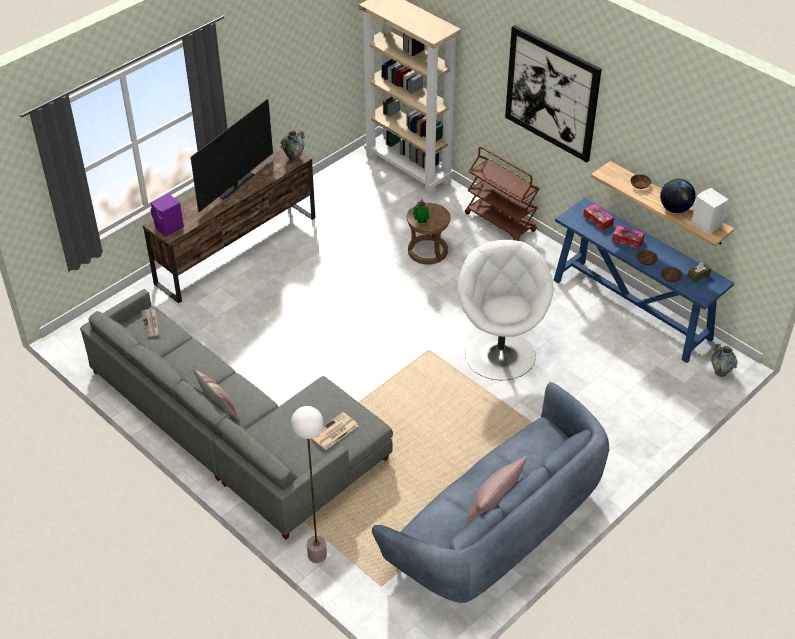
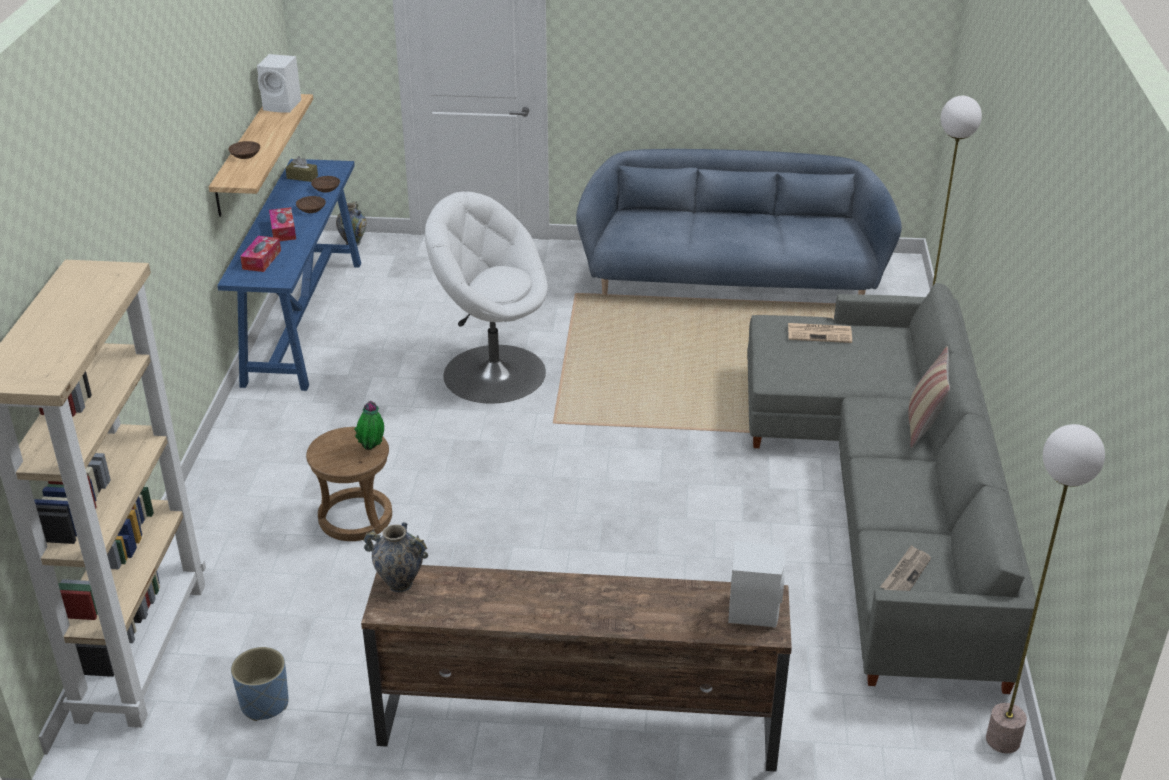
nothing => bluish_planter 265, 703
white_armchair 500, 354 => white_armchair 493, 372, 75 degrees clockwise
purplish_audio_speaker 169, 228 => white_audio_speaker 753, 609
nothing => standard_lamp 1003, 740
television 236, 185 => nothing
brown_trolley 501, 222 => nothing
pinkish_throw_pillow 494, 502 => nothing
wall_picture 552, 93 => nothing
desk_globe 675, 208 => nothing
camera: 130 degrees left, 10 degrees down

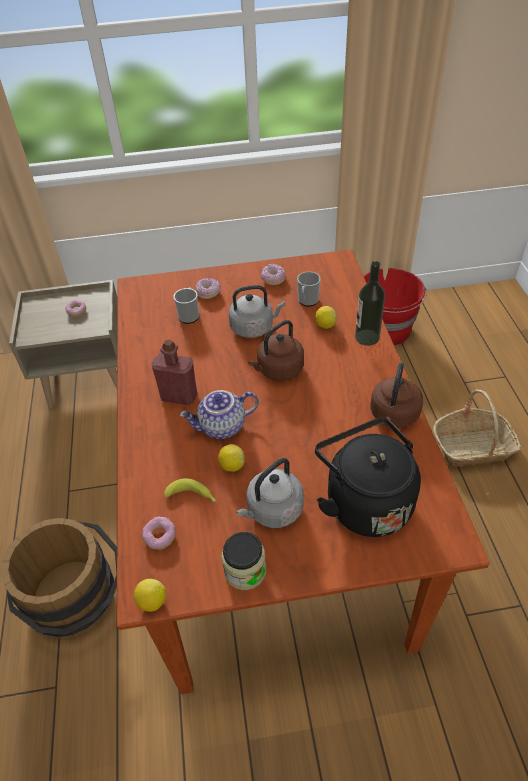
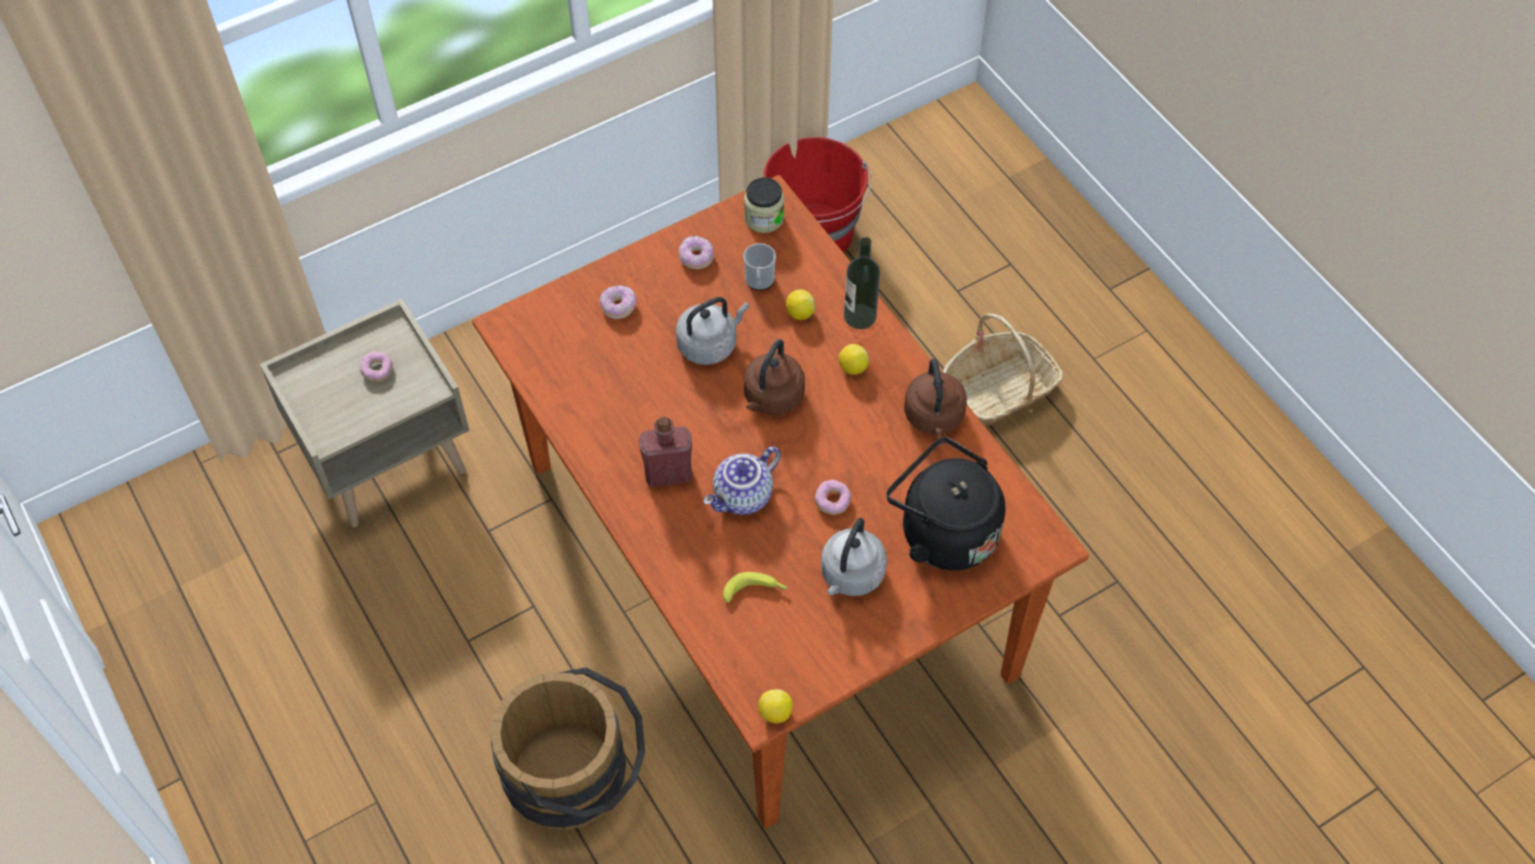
preserve_jar 245, 571 => preserve_jar 764, 218, shifted
ring_doughnut 160, 537 => ring_doughnut 832, 502, shifted
whole_lemon 232, 465 => whole_lemon 852, 367, shifted
tea_mug 189, 315 => nothing
camera: 25 degrees left, 10 degrees up

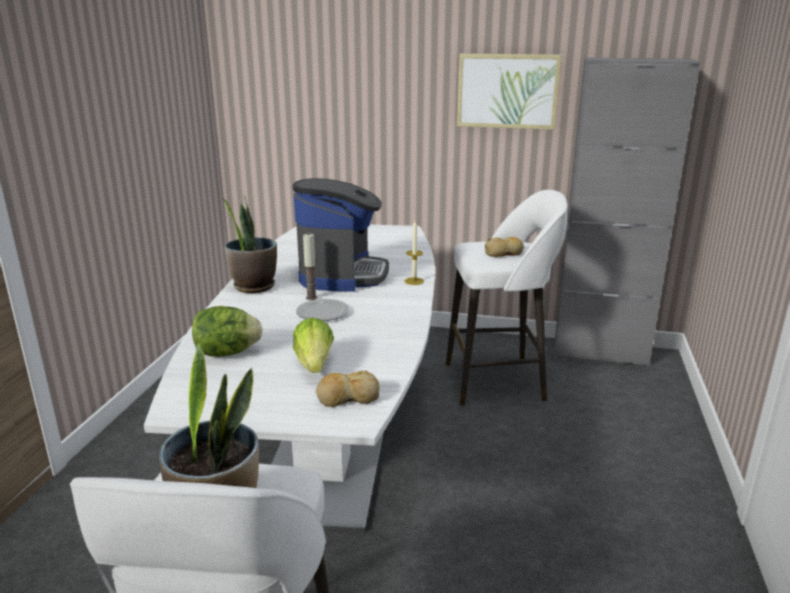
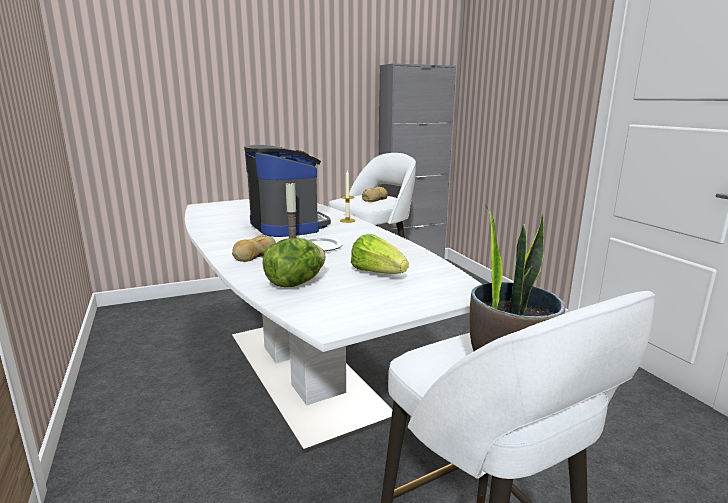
bread 347, 397 => bread 254, 256, shifted
houseplant 254, 286 => nothing
wall_picture 507, 91 => nothing
camera: 35 degrees left, 5 degrees down

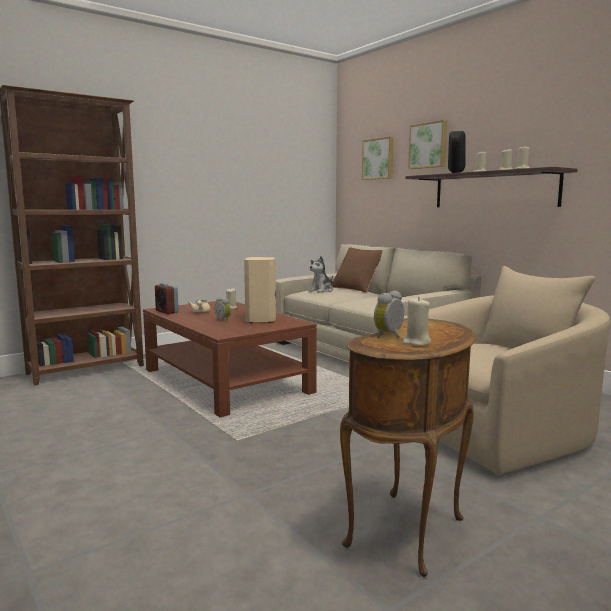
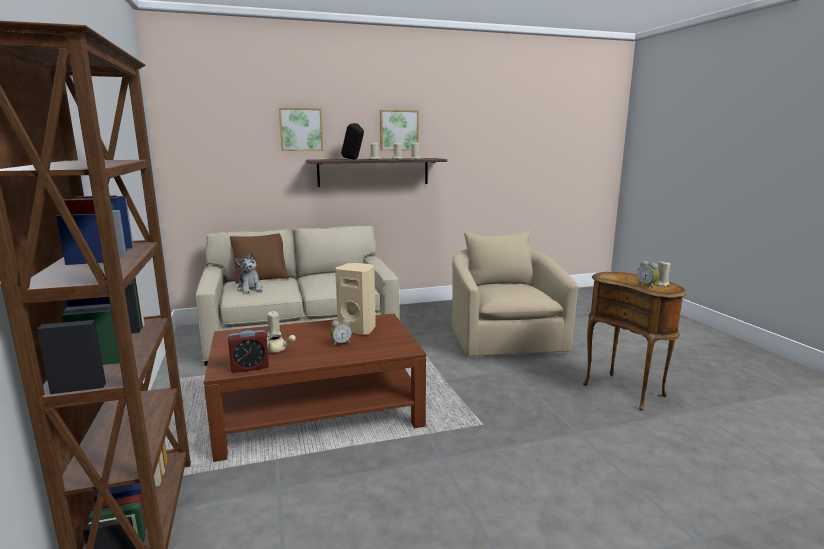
wall_picture 378, 159 => wall_picture 398, 130, shifted
camera: 70 degrees left, 5 degrees up

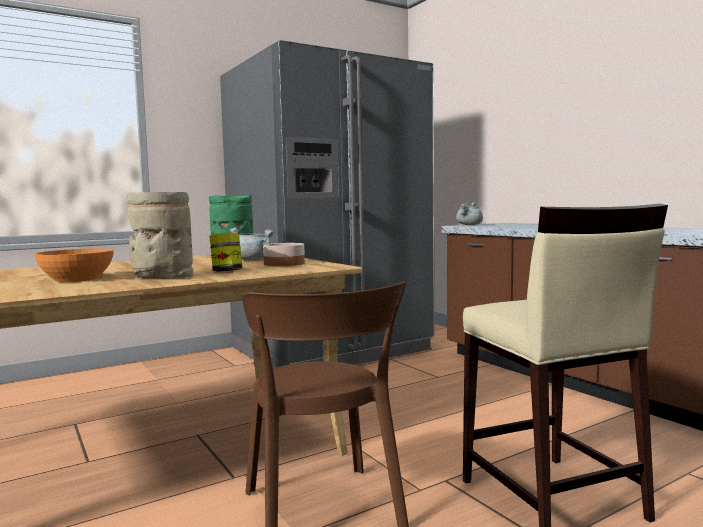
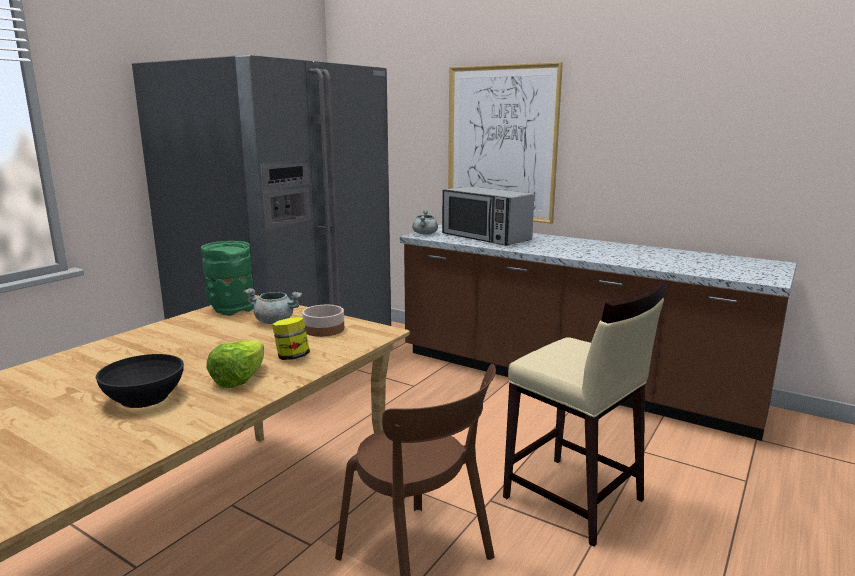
orangey_serving_bowl 77, 279 => black_serving_bowl 145, 398
beige-coloured_flower_vase 162, 277 => head_of_lettuce 240, 379
nothing => kitchen_microwave 485, 237
nothing => wall_picture 501, 143
camera: 25 degrees left, 10 degrees up

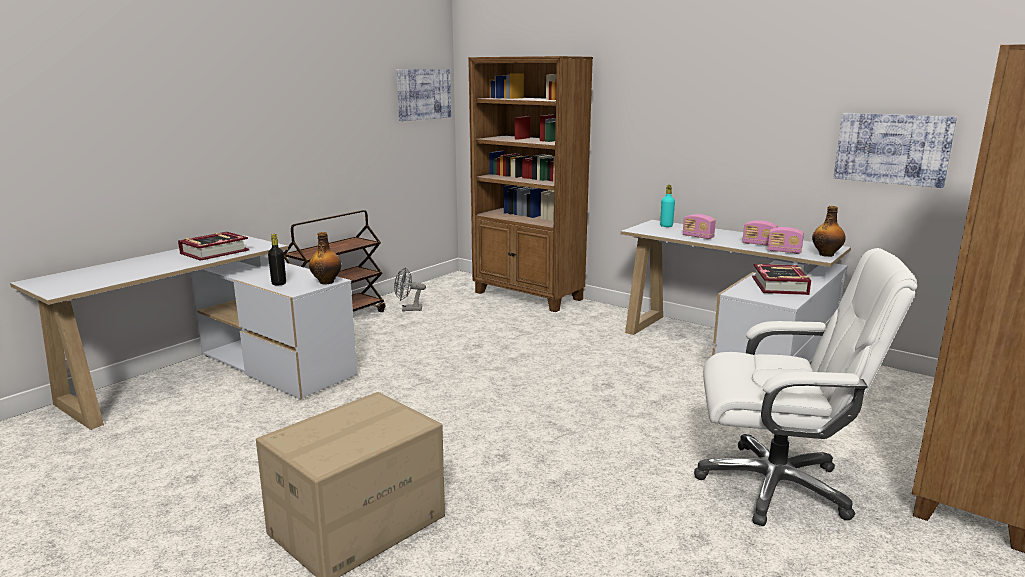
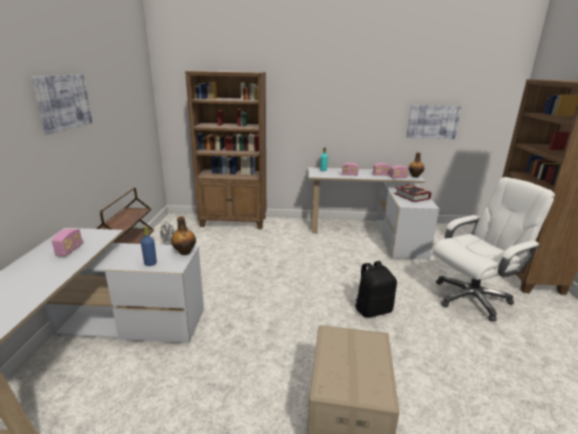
wall_picture 423, 94 => wall_picture 63, 102, shifted
volume 214, 252 => radio 69, 250
black_beverage_bottle 279, 283 => bluish_beverage_bottle 150, 263
nothing => black_knapsack 373, 310
camera: 35 degrees left, 5 degrees up

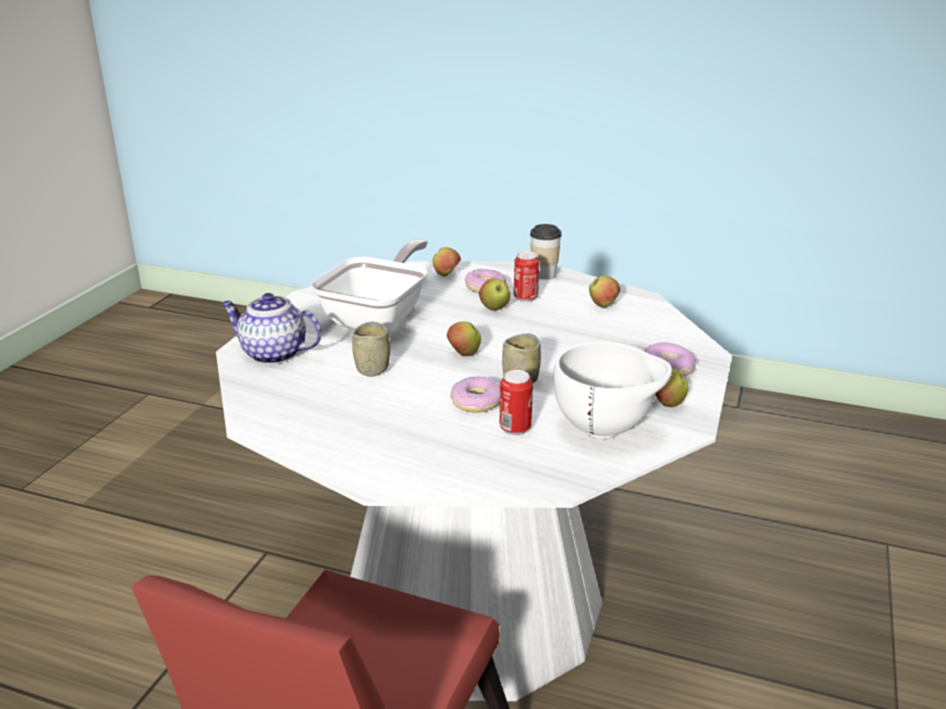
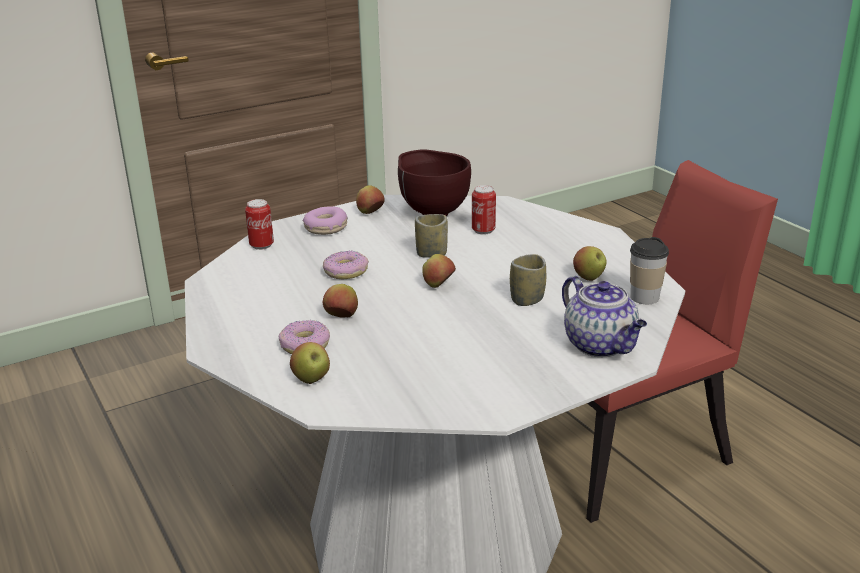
can 525, 298 => can 261, 245, shifted
ring_doughnut 476, 402 => ring_doughnut 345, 271, shifted
white_serving_bowl 607, 431 => brown_serving_bowl 432, 213
apple 603, 305 => apple 589, 278, shifted
small_cup 544, 275 => small_cup 644, 297, shifted
skillet 380, 317 => nothing
camera: 140 degrees left, 0 degrees up

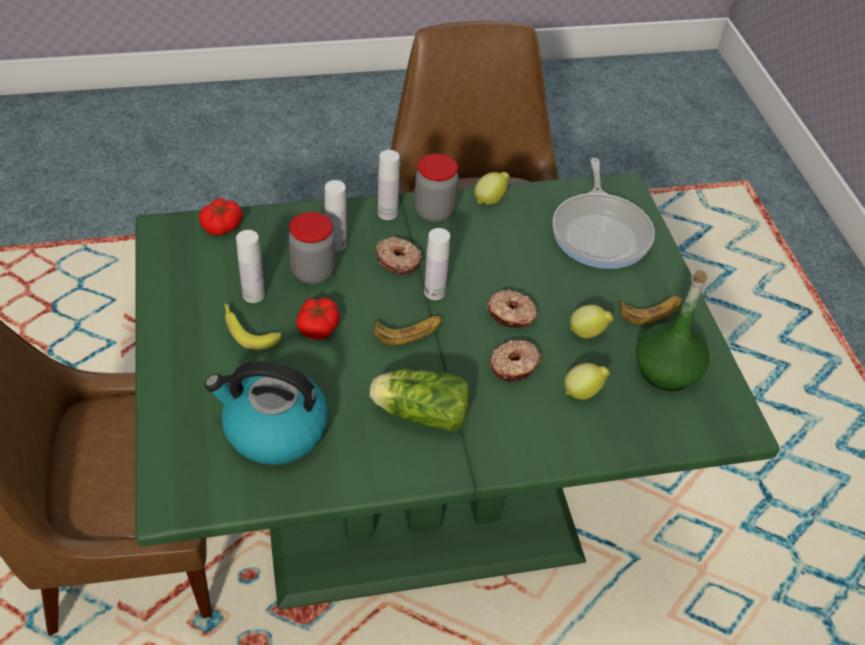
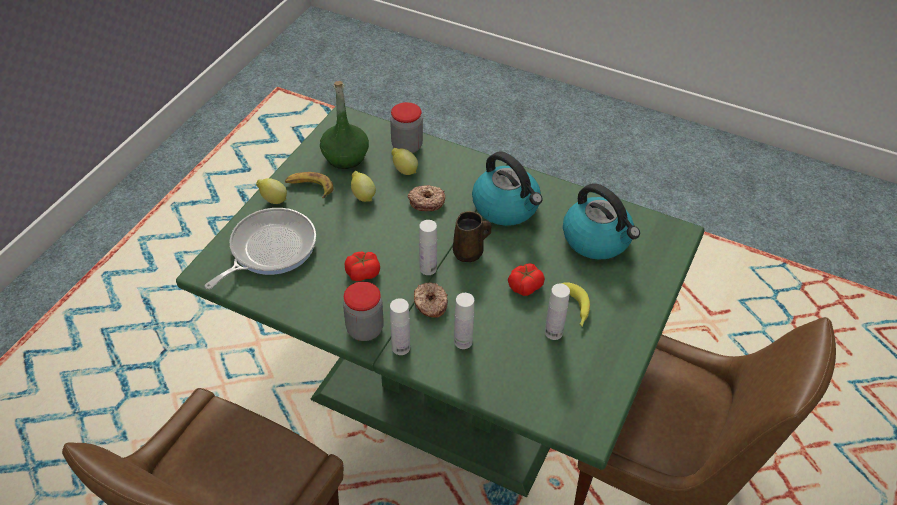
whole_lemon 490, 200 => whole_lemon 273, 200, shifted
fresh_tomato 222, 225 => fresh_tomato 362, 272, shifted
preserve_jar 313, 272 => preserve_jar 407, 146, shifted
whole_banana 408, 331 => brown_tea_mug 469, 252
head_of_lettuce 418, 412 => tea_kettle 507, 207
ring_doughnut 511, 315 => nothing
camera: 140 degrees left, 0 degrees up

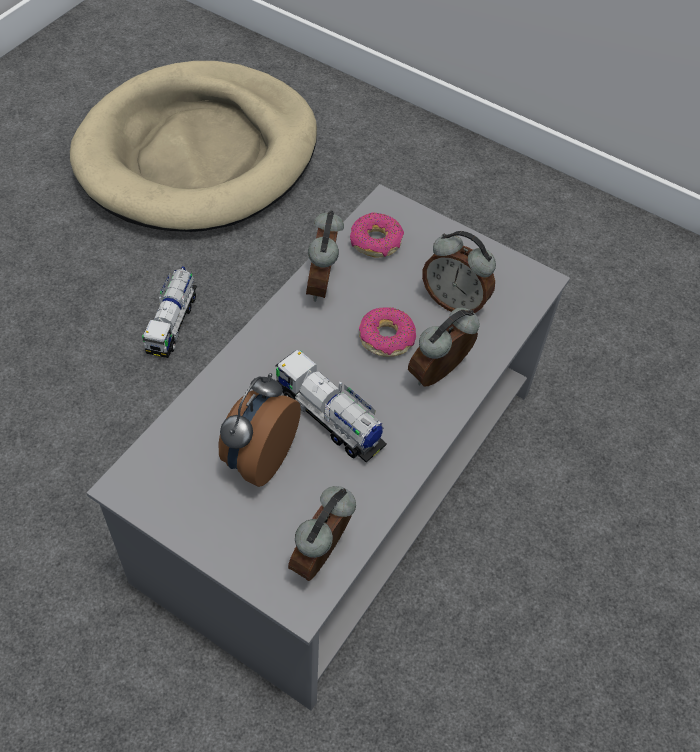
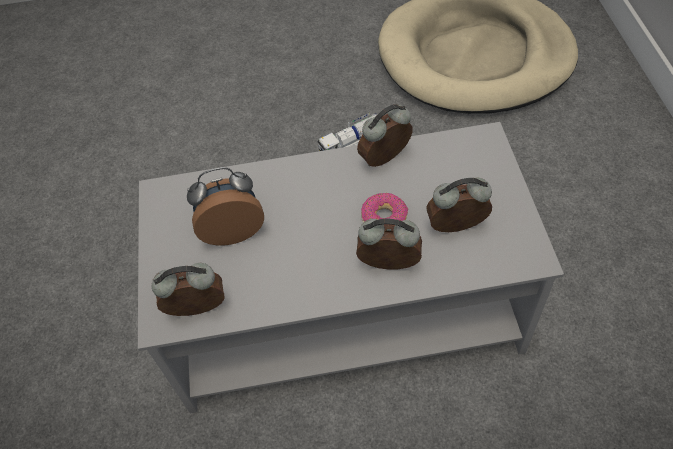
alarm_clock 454, 301 => alarm_clock 457, 229, 90 degrees clockwise
model_truck 329, 418 => nothing
ring_doughnut 376, 242 => nothing
camera: 55 degrees right, 0 degrees up

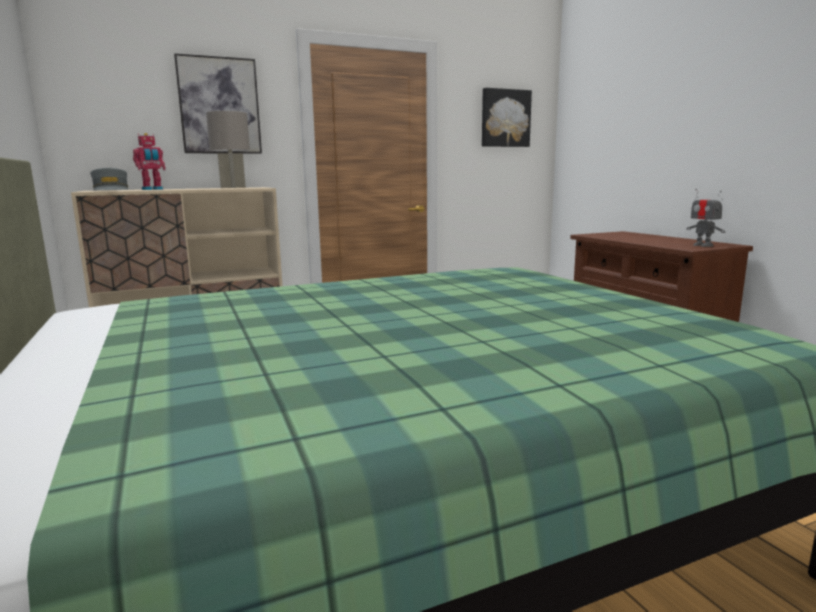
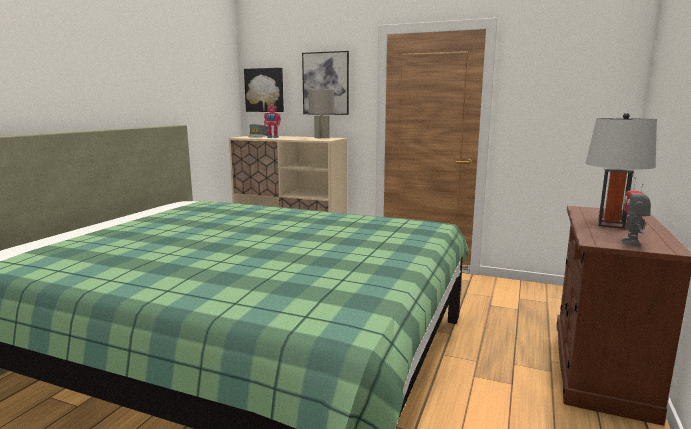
wall_picture 505, 118 => wall_picture 265, 90, shifted
nothing => grey_tabletop_lamp 611, 224
camera: 45 degrees right, 0 degrees up

